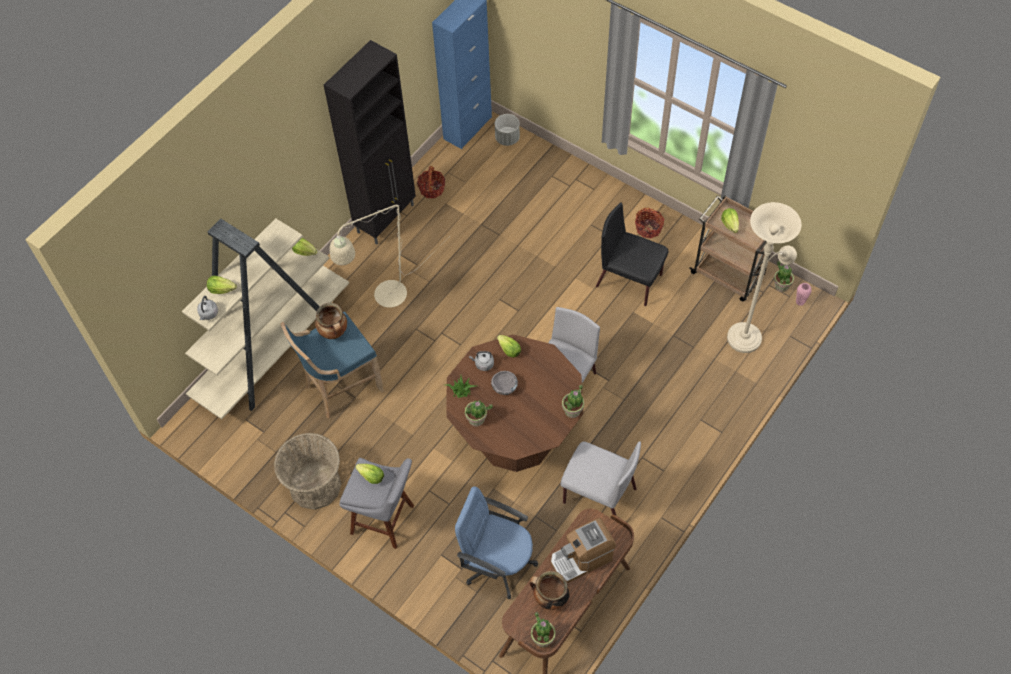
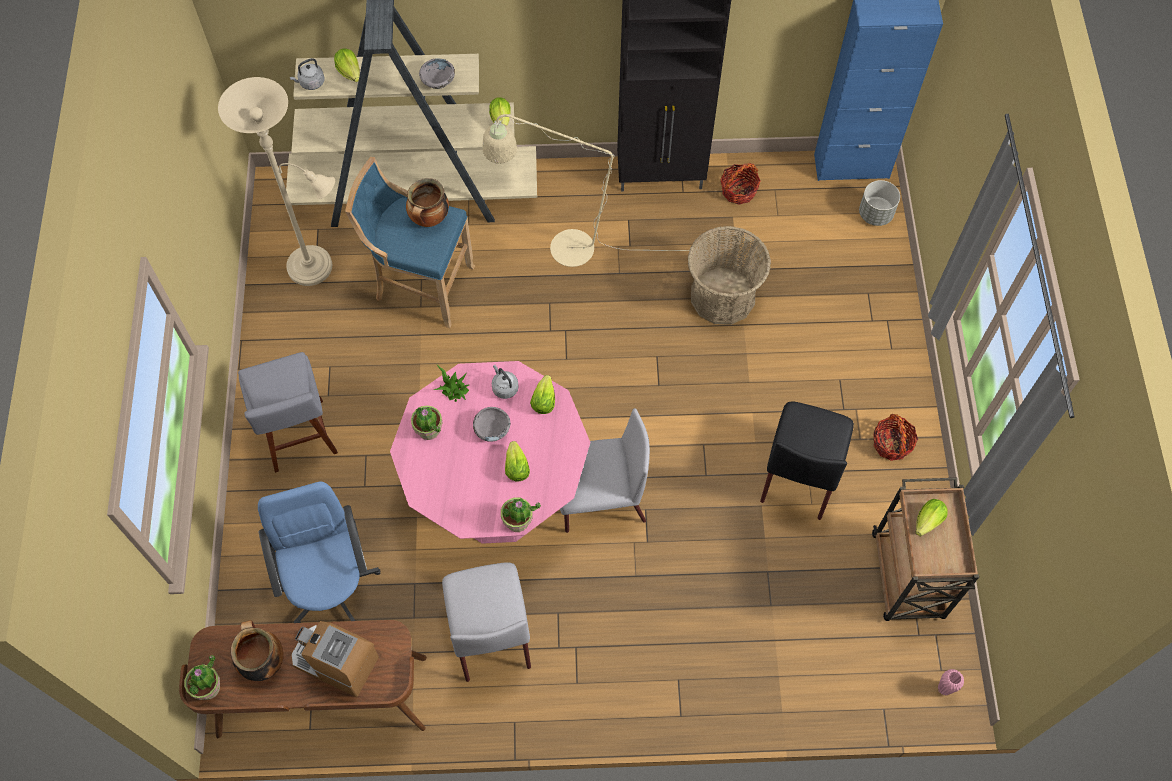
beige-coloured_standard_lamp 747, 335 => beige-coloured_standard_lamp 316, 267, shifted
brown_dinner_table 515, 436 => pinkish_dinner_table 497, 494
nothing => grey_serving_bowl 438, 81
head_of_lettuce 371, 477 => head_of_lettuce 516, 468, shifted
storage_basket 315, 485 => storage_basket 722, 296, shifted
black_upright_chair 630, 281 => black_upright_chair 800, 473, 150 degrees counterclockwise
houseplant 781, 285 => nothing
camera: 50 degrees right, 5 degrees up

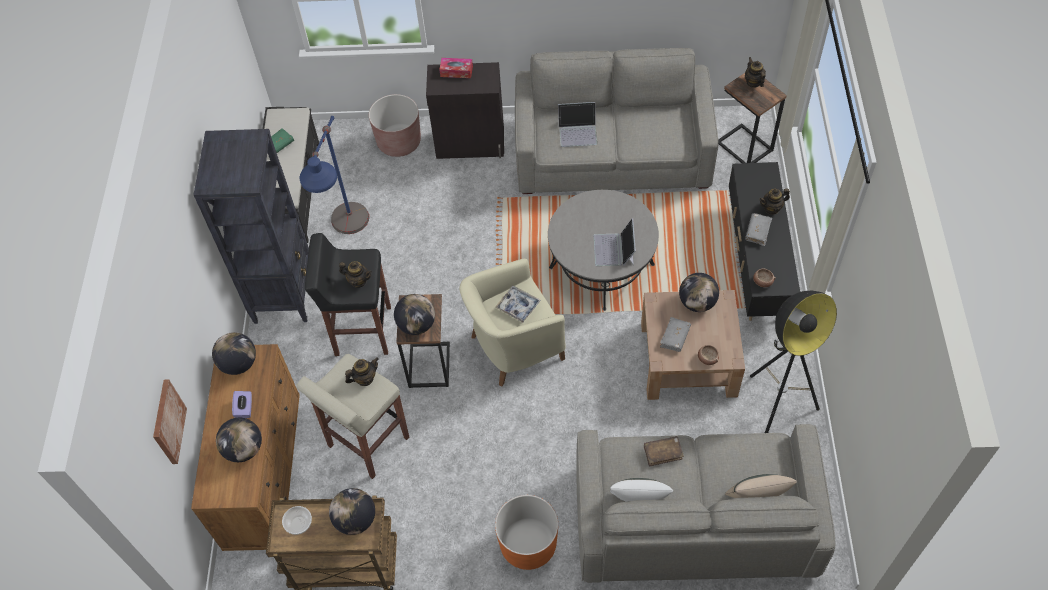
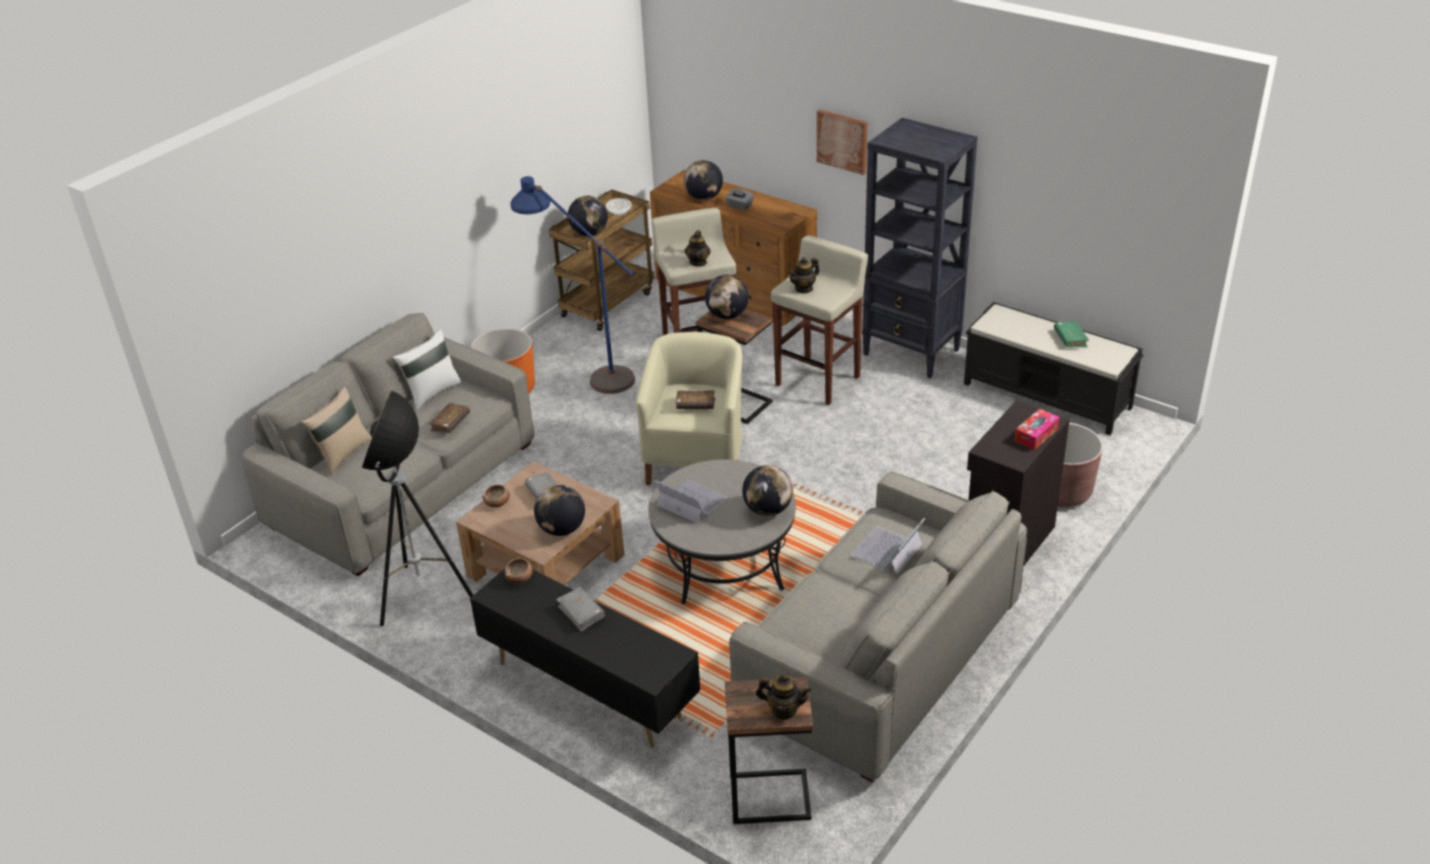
bluish_standard_lamp 349, 240 => bluish_standard_lamp 587, 371, shifted
tray 518, 306 => brown_volume 695, 405
purplish_box_of_tissues 245, 409 => grey_box_of_tissues 739, 206
desk_globe 239, 363 => desk_globe 768, 510, shifted
black_sitting_stool 362, 331 => beige-coloured_sitting_stool 819, 380
wall_picture 168, 422 => wall_picture 842, 141, shifted
tea_pot 772, 208 => nothing
camera: 125 degrees right, 20 degrees down

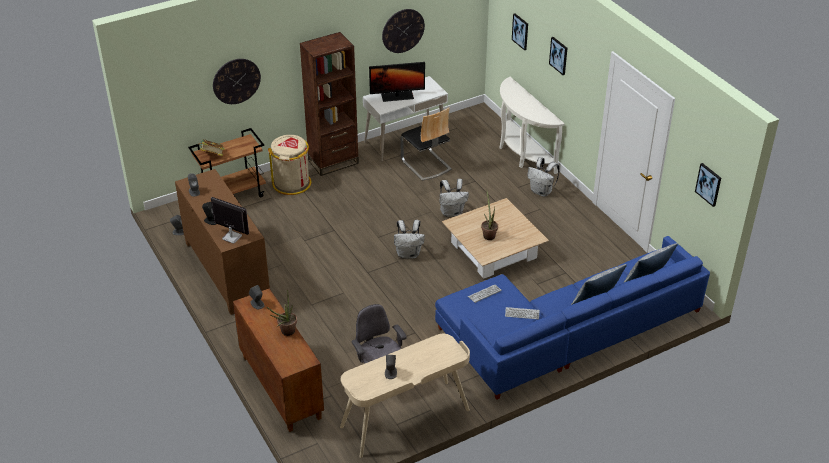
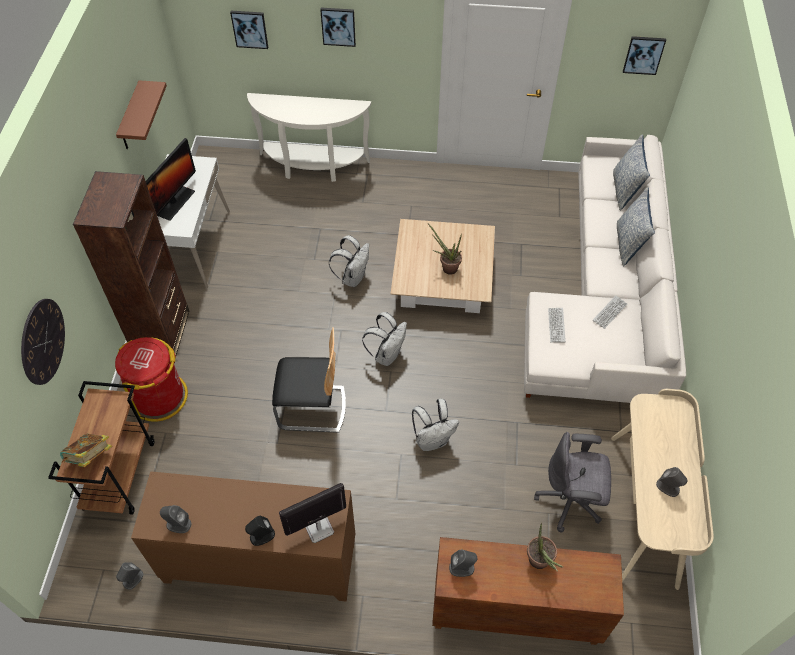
beige-coloured_trash_can 292, 183 => reddish_trash_can 160, 396
wall_clock 403, 30 => brown_bracket_shelf 131, 117
upright_chair 426, 165 => upright_chair 312, 408, shifted
white_knapsack 542, 192 => white_knapsack 432, 440, shifted
bluish_sofa 565, 333 => white_sofa 606, 297
camera: 55 degrees left, 15 degrees up

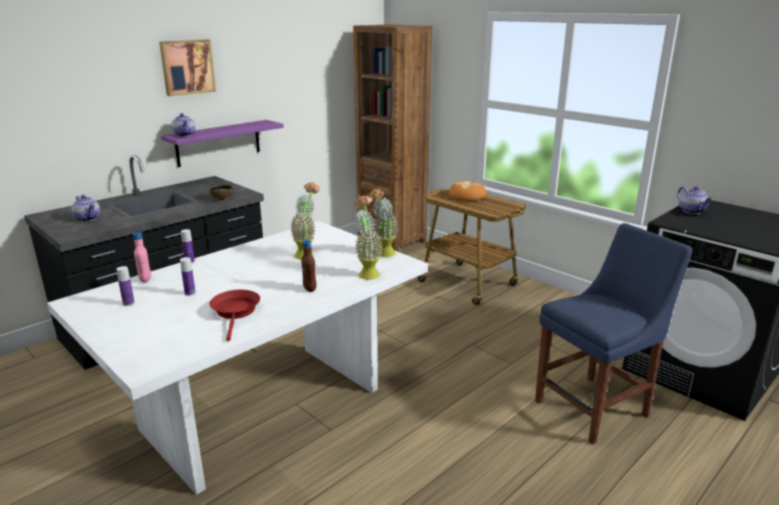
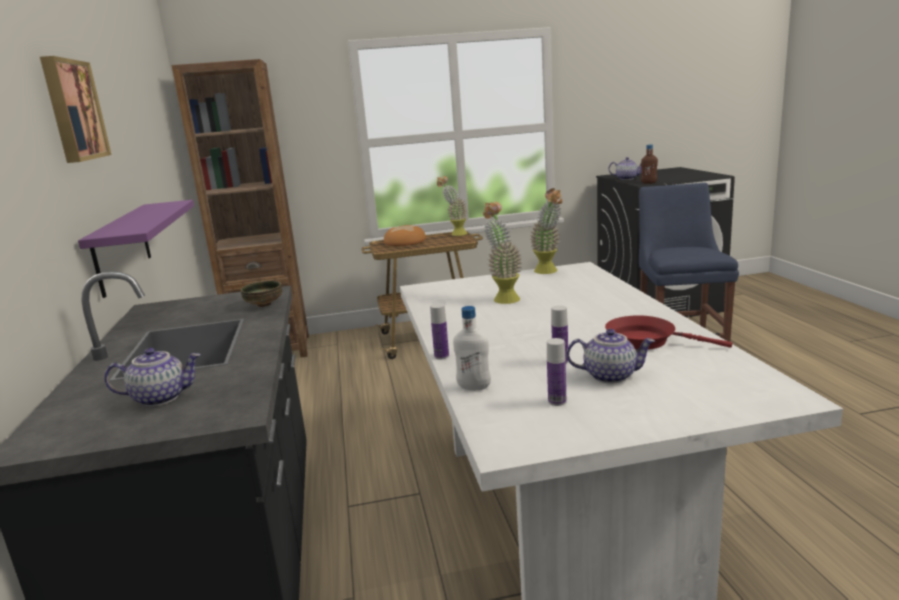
houseplant 367, 273 => houseplant 455, 234, shifted
pinkish_beverage_bottle 145, 279 => white_beverage_bottle 474, 387
tea_pot 185, 135 => tea_pot 610, 375, shifted
brown_beverage_bottle 309, 288 => brown_beverage_bottle 648, 183, shifted
camera: 55 degrees left, 5 degrees down

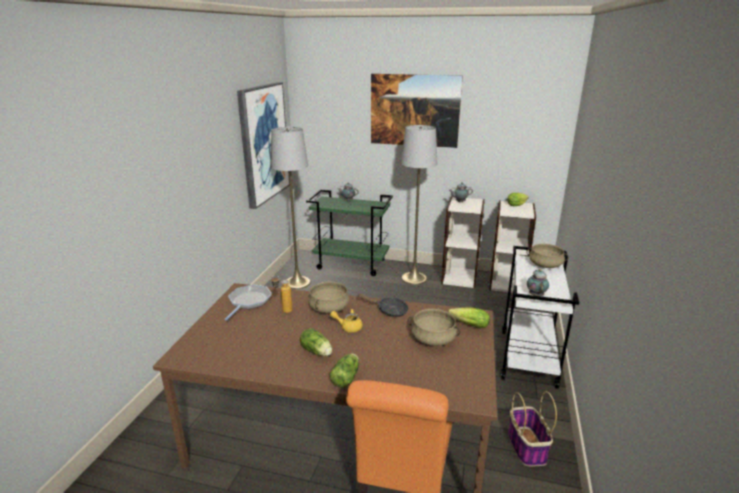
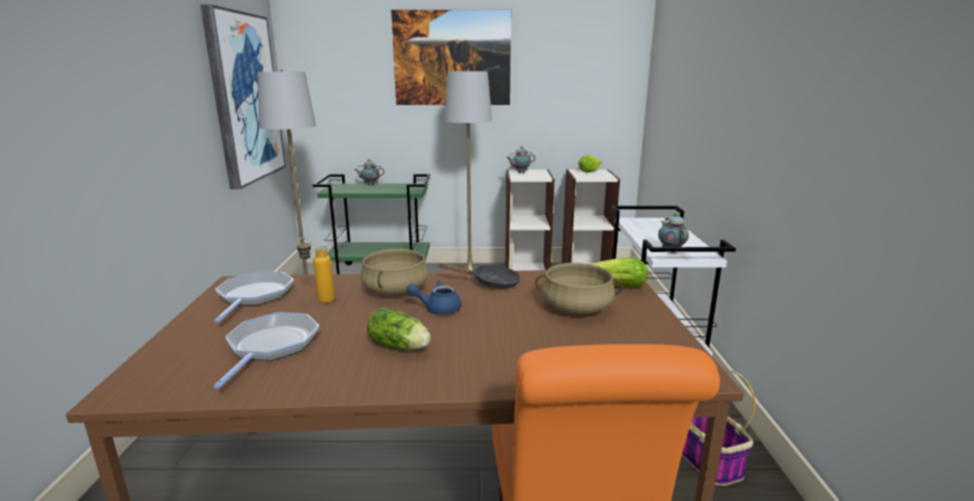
nothing => skillet 271, 346
yellow_tea_pot 348, 327 => bluish_tea_pot 437, 308
head_of_lettuce 346, 377 => nothing
beige-coloured_cooking_pot 545, 265 => nothing
camera: 15 degrees left, 5 degrees down

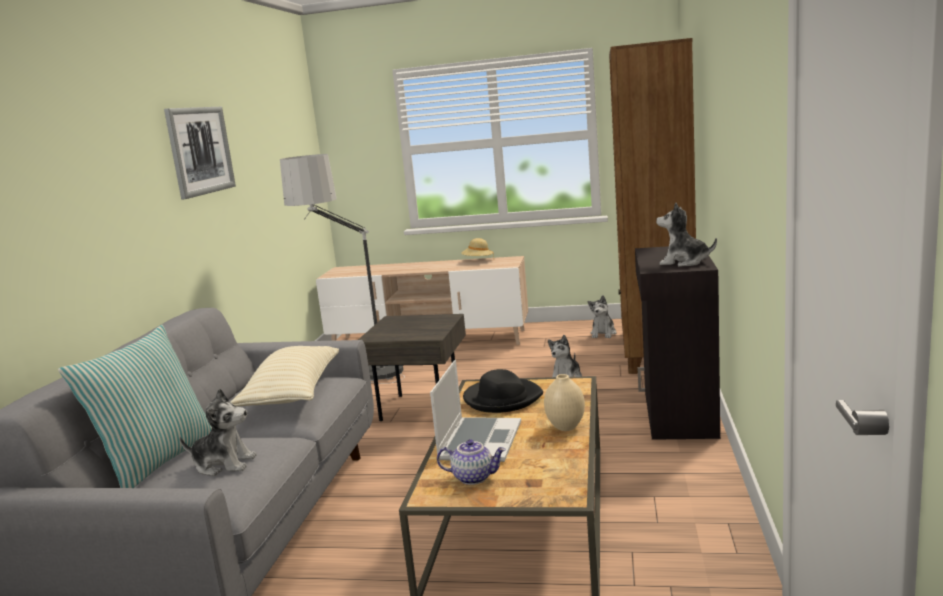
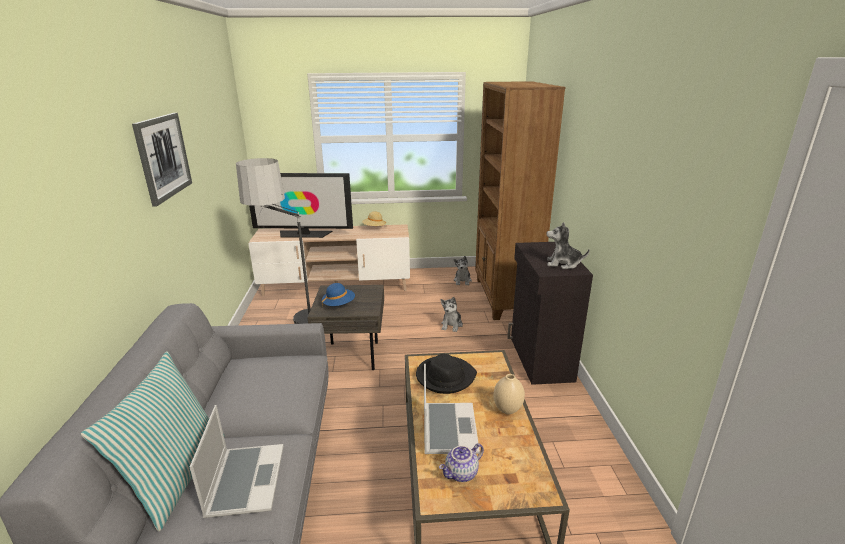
cuddly_toy 224, 464 => portable_computer 245, 480
nothing => television 304, 234
nothing => bluish_clothing_hat 339, 304
tea_pot 474, 477 => tea_pot 461, 474, 150 degrees clockwise
beige-coloured_throw_pillow 292, 394 => nothing
camera: 15 degrees left, 10 degrees up

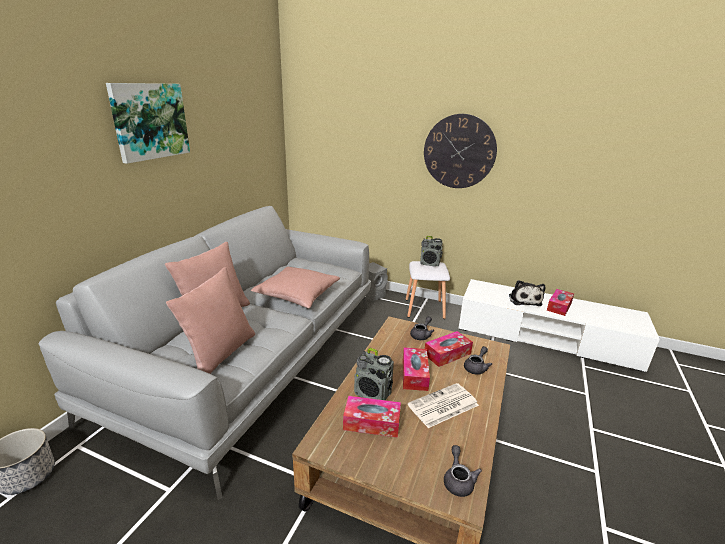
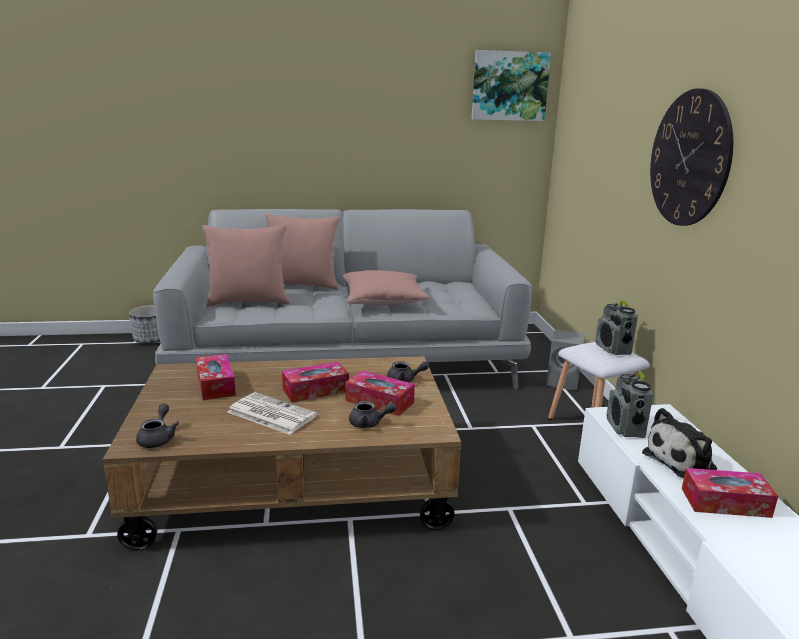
grey_tea_pot 458, 480 => grey_tea_pot 158, 438, 60 degrees counterclockwise
wall_picture 150, 121 => wall_picture 509, 86, shifted
radio 373, 394 => radio 625, 428, shifted
camera: 60 degrees right, 5 degrees down

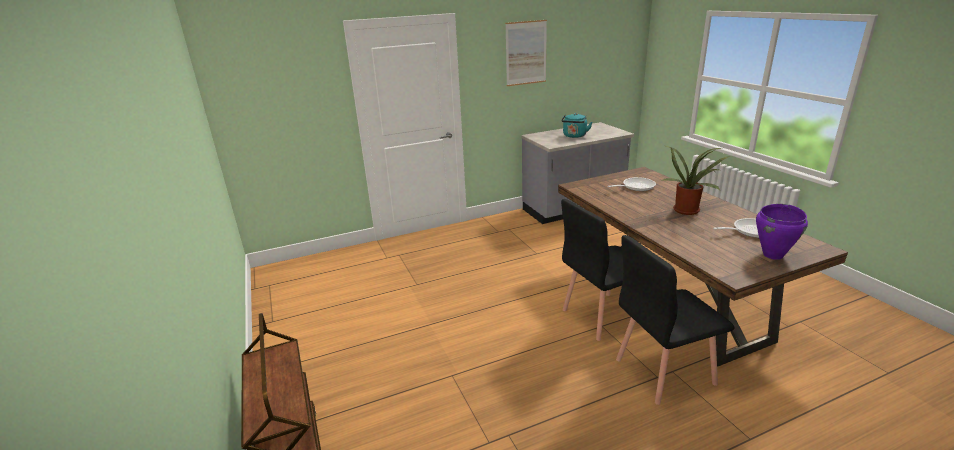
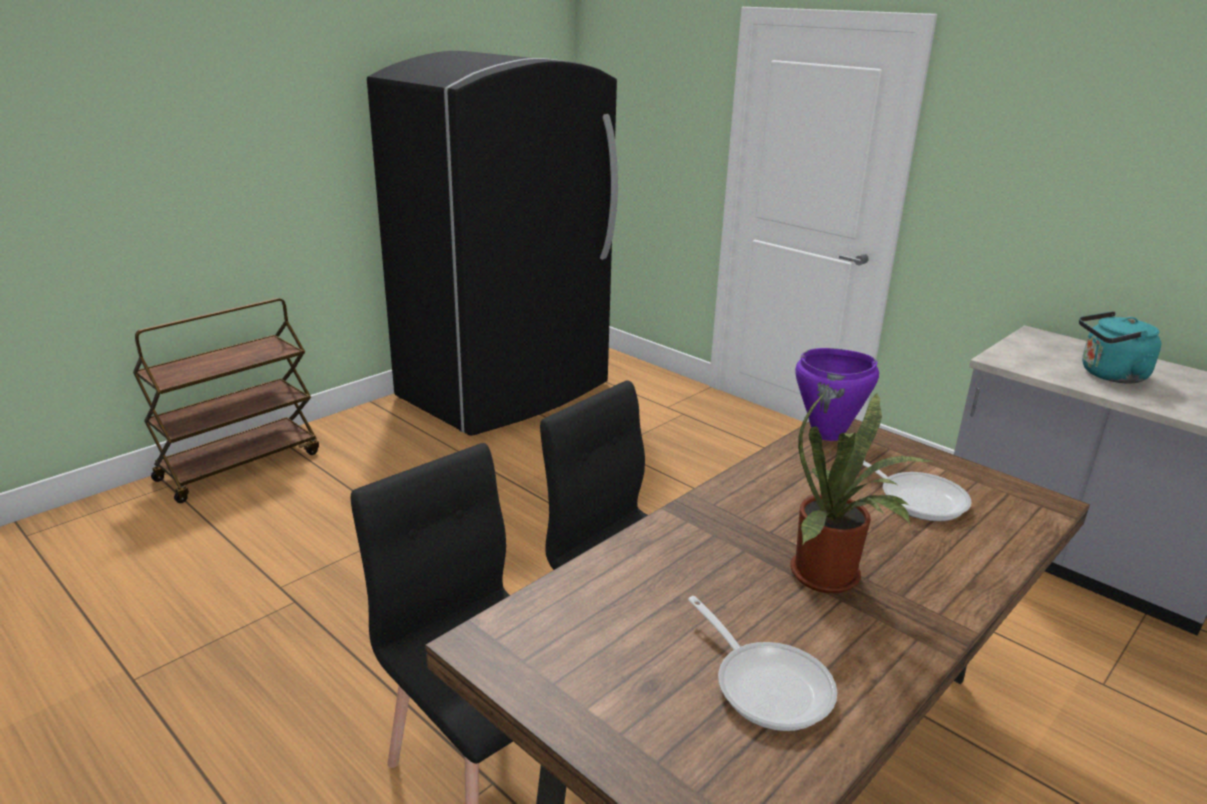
nothing => black_refrigerator 506, 391
purplish_cooking_pot 773, 255 => purplish_cooking_pot 828, 434, shifted
wall_picture 526, 53 => nothing
camera: 65 degrees right, 0 degrees up

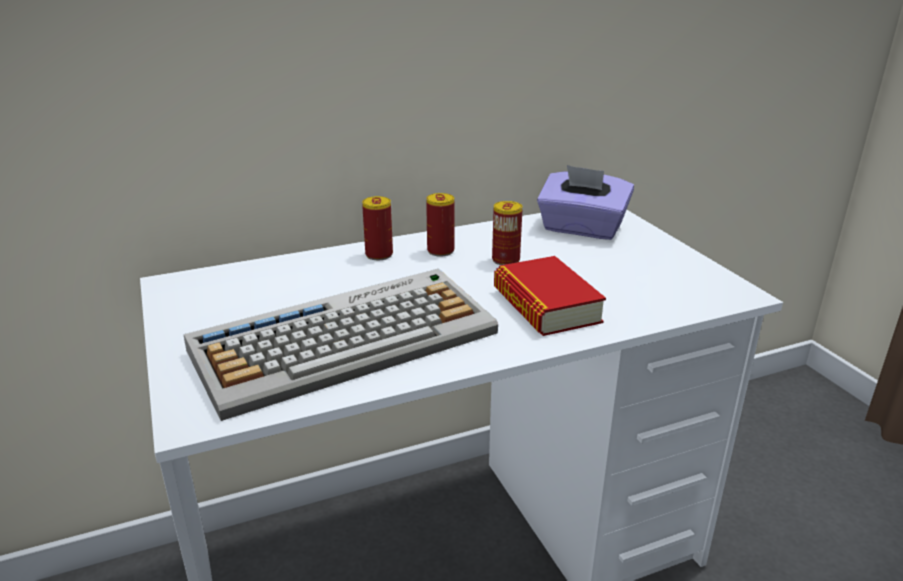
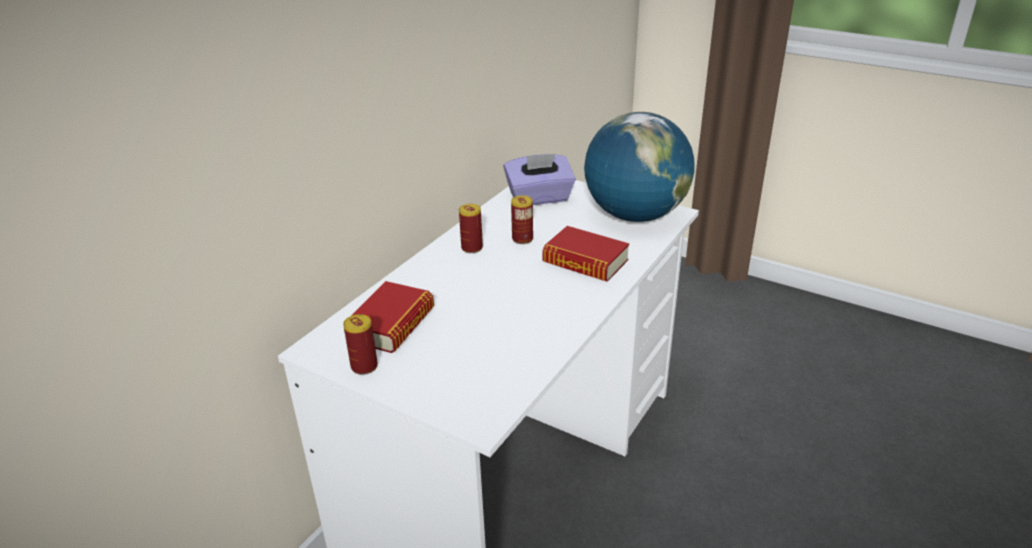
can 379, 255 => can 364, 366, shifted
nothing => volume 391, 324
nothing => desk_globe 635, 216
computer_keyboard 347, 340 => nothing
camera: 35 degrees left, 5 degrees up

